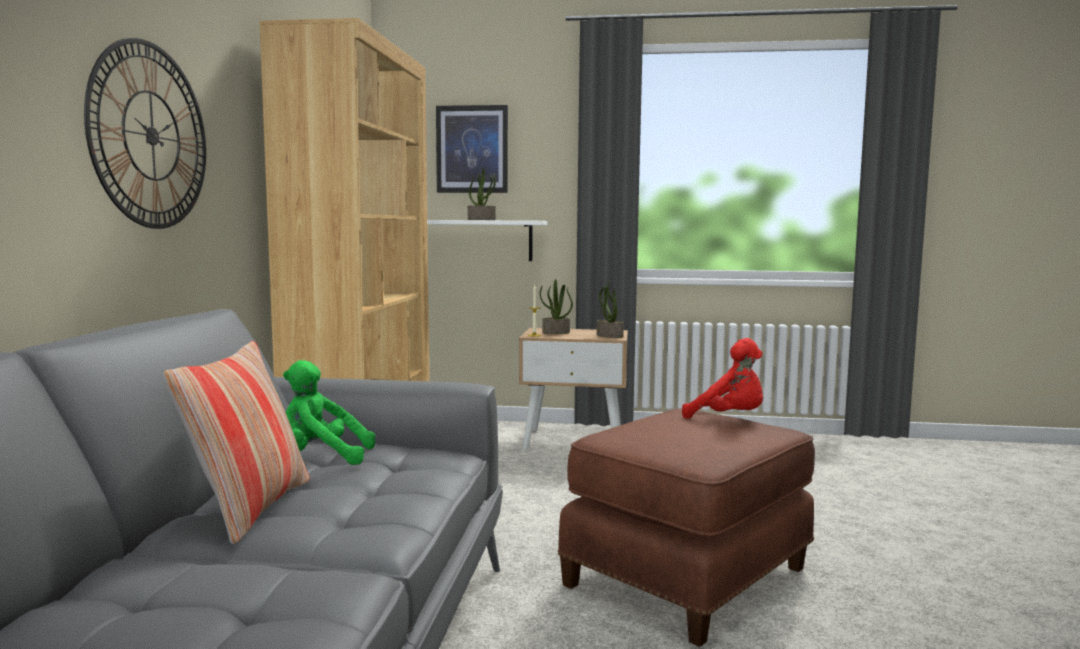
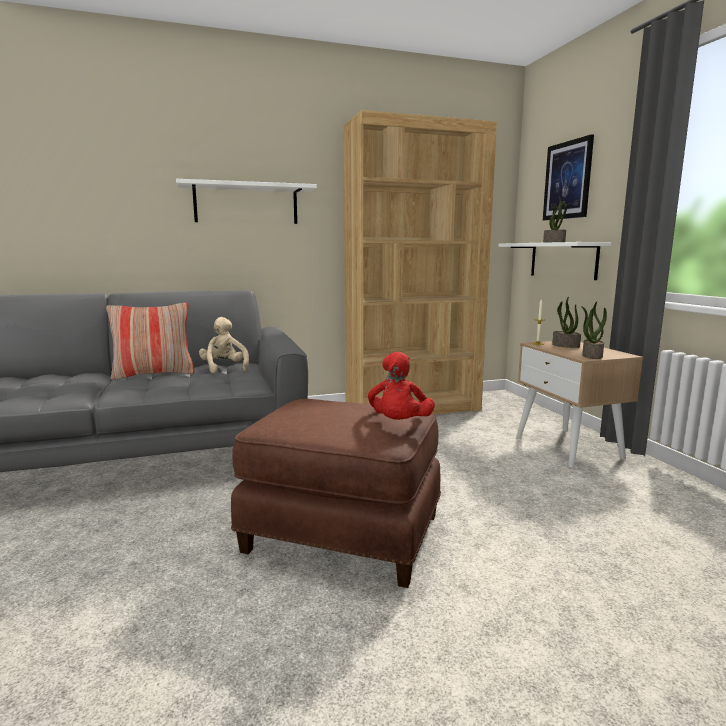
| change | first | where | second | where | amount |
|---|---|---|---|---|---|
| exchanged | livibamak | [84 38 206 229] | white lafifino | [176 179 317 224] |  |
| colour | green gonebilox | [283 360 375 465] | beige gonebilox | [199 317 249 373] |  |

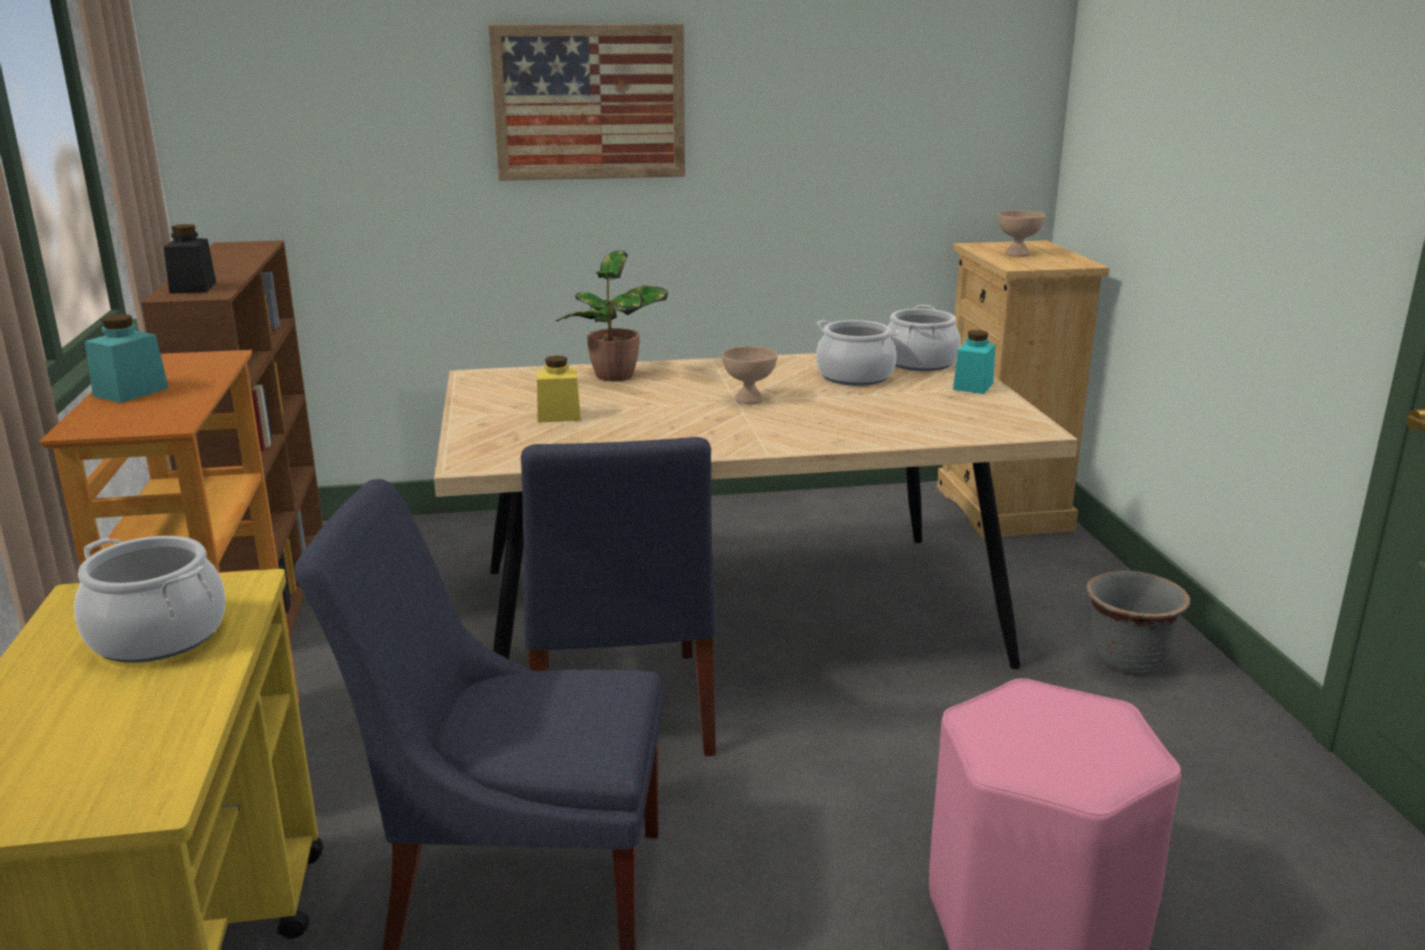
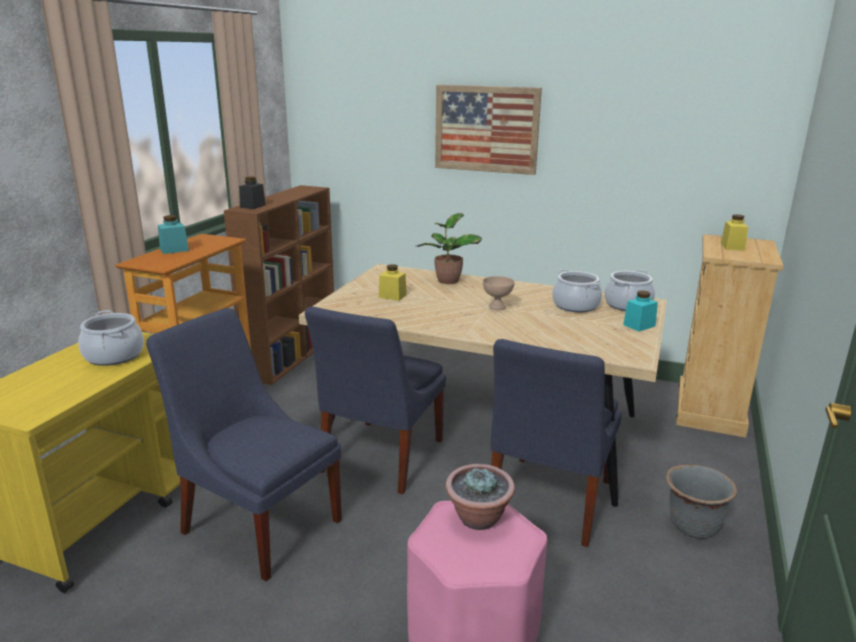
| change | first | where | second | where | amount |
|---|---|---|---|---|---|
| appeared |  |  | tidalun | [446 464 515 530] |  |
| appeared |  |  | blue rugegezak | [491 339 622 547] |  |
| exchanged | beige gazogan | [998 210 1045 257] | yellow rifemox | [721 214 748 251] |  |

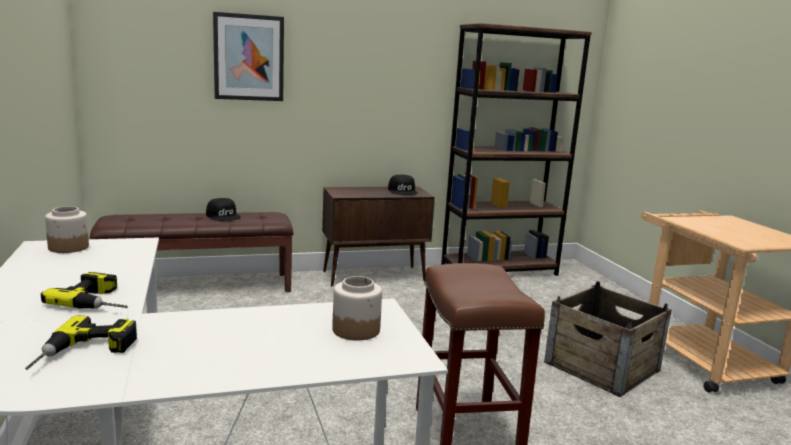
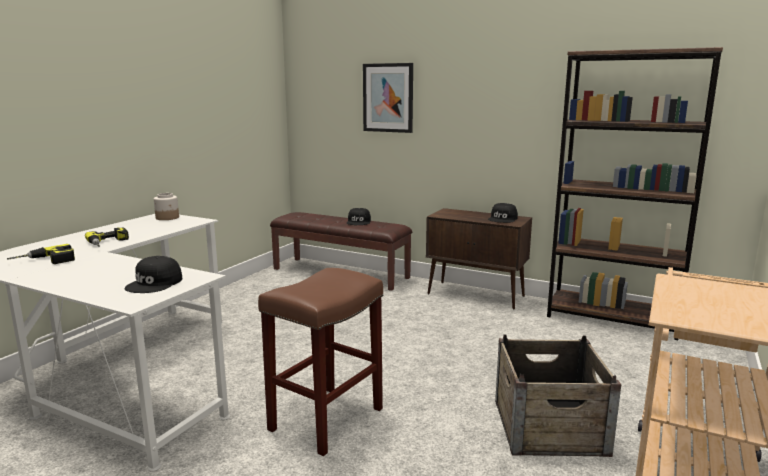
| change | first | where | second | where | amount |
|---|---|---|---|---|---|
| exchanged | rifemox | [332 276 382 341] | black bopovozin | [124 256 182 293] |  |

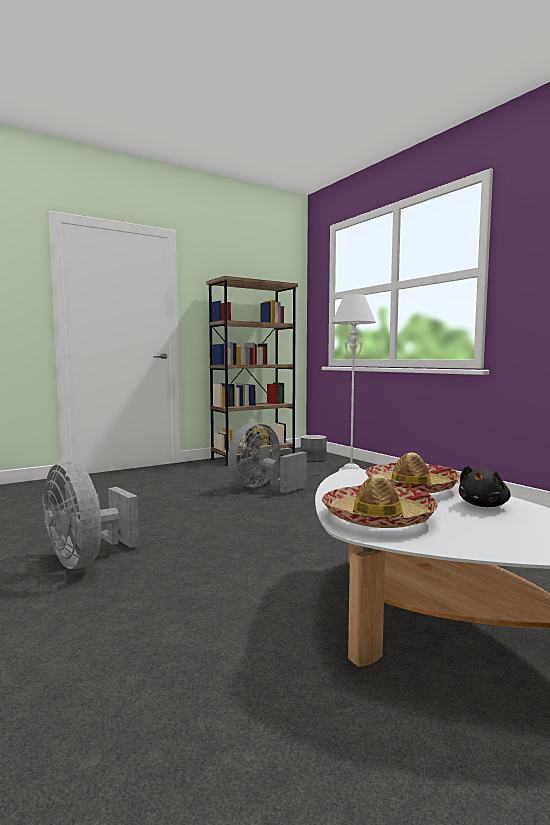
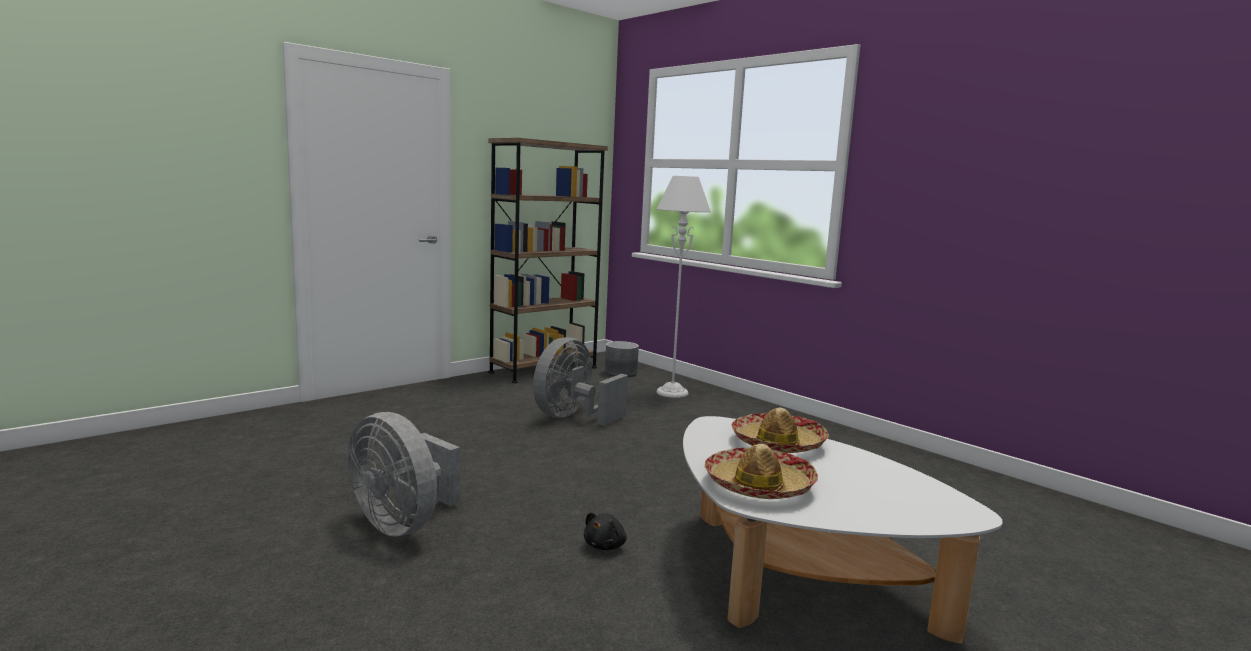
| change | first | where | second | where | amount |
|---|---|---|---|---|---|
| relocated | black gonebilox | [459 466 511 507] |  | [583 512 627 550] |  |

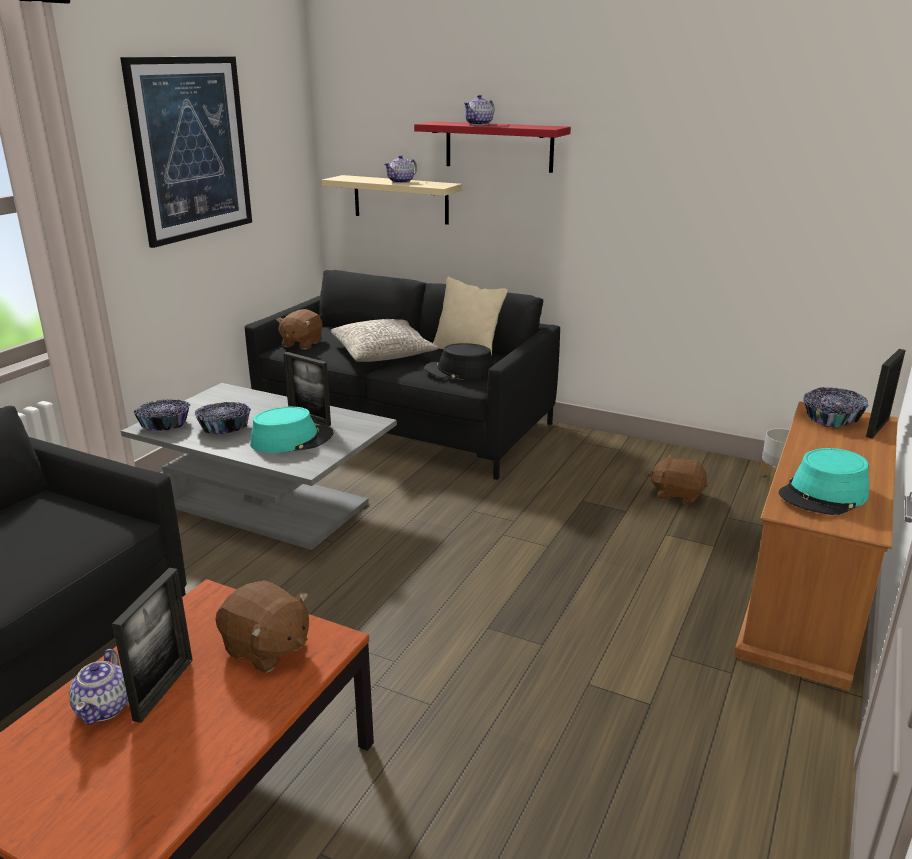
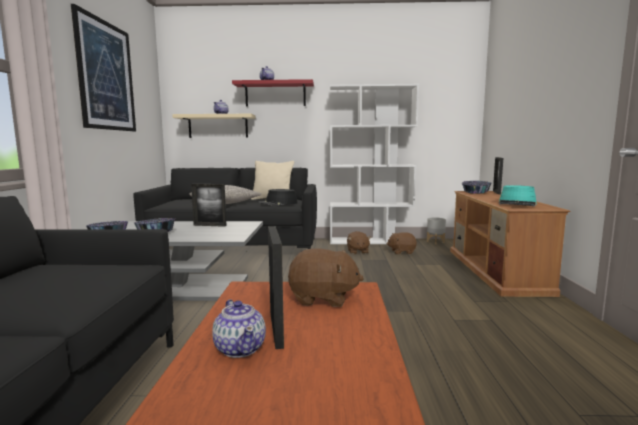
| change | first | where | second | where | amount |
|---|---|---|---|---|---|
| missing | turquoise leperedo | [250 406 333 453] |  |  |  |
| appeared |  |  | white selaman | [330 84 419 244] |  |
| relocated | brown gonebilox | [276 309 323 349] |  | [347 231 371 254] |  |

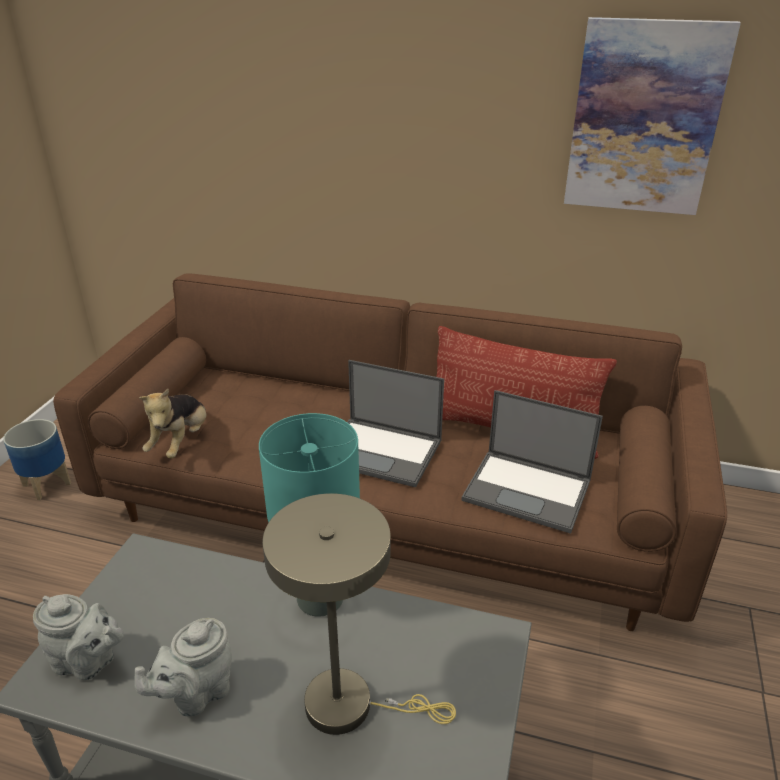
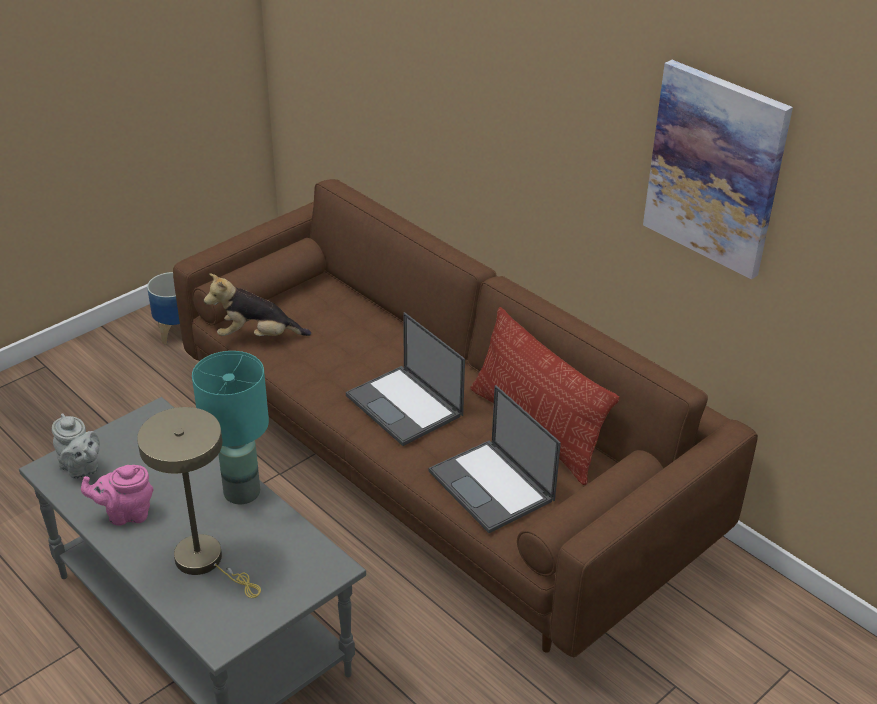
| change | first | where | second | where | amount |
|---|---|---|---|---|---|
| colour | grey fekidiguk | [134 618 232 717] | pink fekidiguk | [81 465 154 526] |  |
| spun | gonebilox | [139 389 207 458] |  | [204 273 311 336] | 45 degrees clockwise |

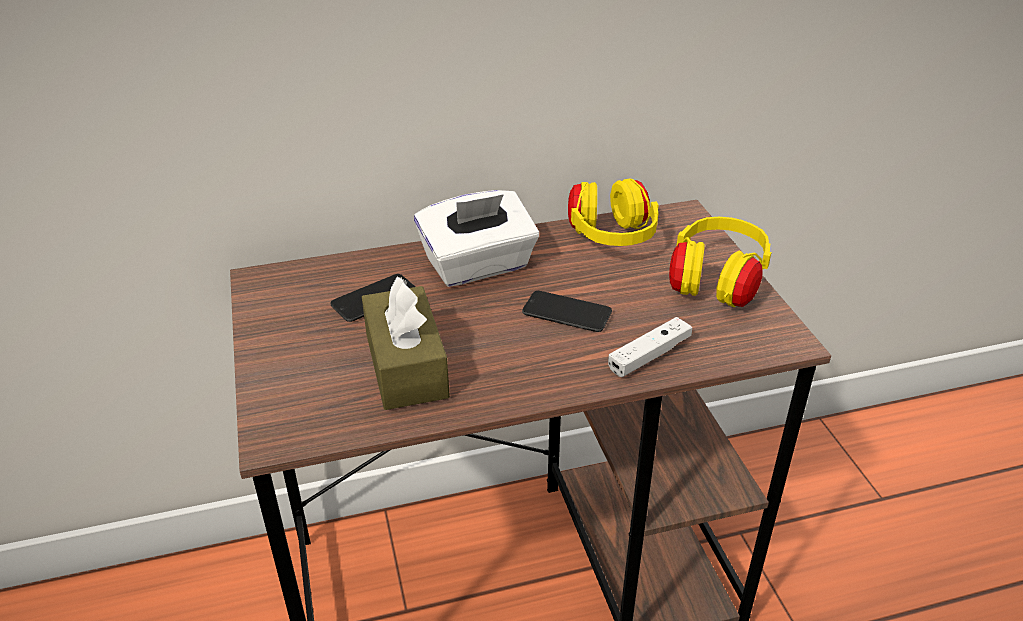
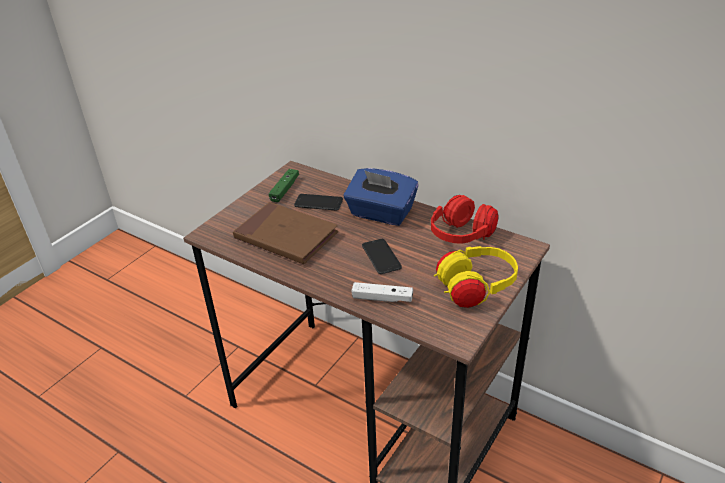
| change | first | where | second | where | amount |
|---|---|---|---|---|---|
| appeared |  |  | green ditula | [269 169 299 202] |  |
| exchanged | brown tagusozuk | [362 277 450 410] | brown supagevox | [233 202 338 264] |  |
| colour | white tagusozuk | [414 190 539 287] | blue tagusozuk | [344 168 418 226] |  |
| colour | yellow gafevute | [568 178 659 246] | red gafevute | [431 195 498 244] |  |

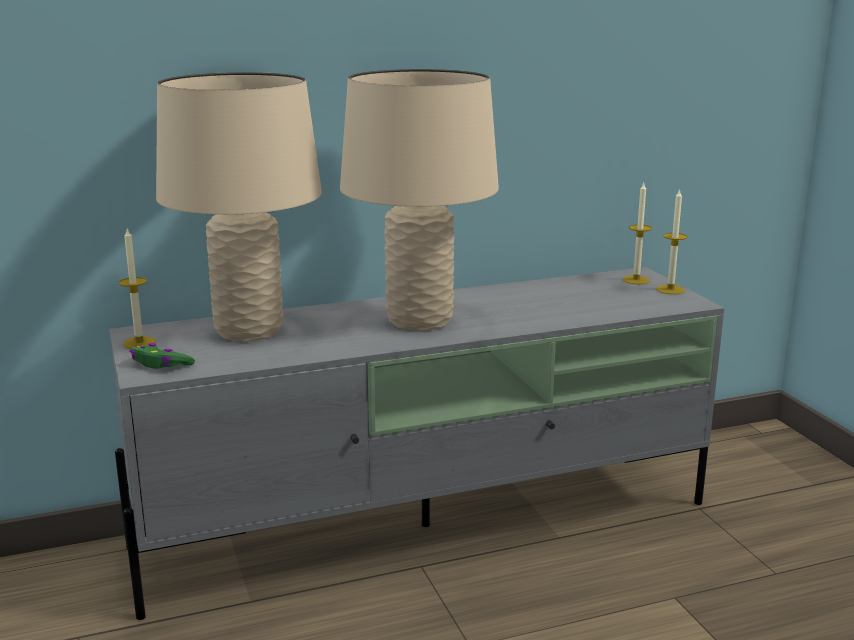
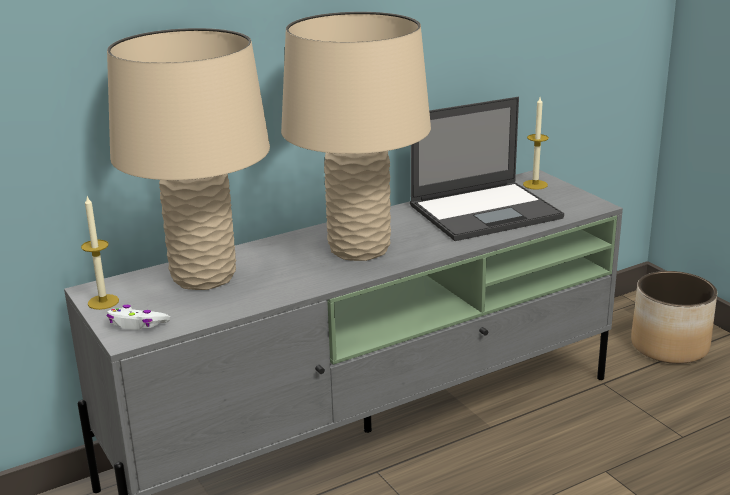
| change | first | where | second | where | amount |
|---|---|---|---|---|---|
| missing | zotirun | [657 189 688 294] |  |  |  |
| appeared |  |  | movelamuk | [410 97 564 241] |  |
| appeared |  |  | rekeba | [631 271 717 364] |  |
| colour | green ditula | [129 343 195 369] | white ditula | [106 305 170 330] |  |

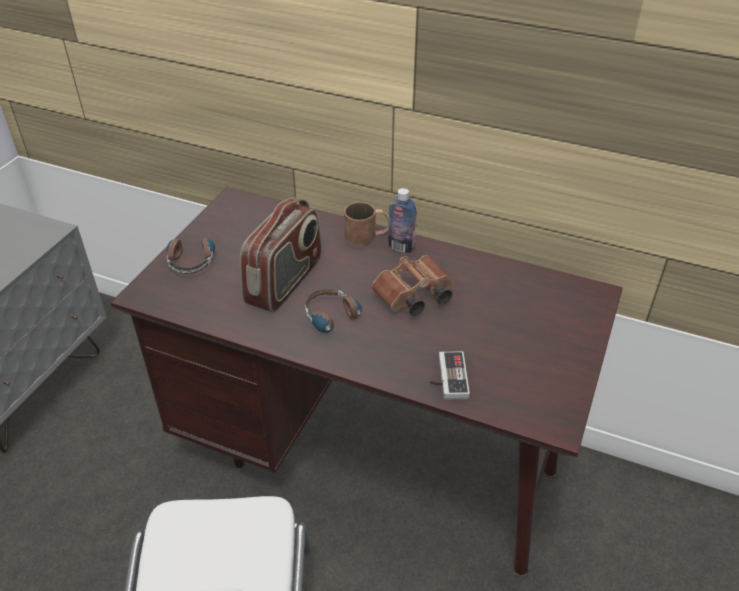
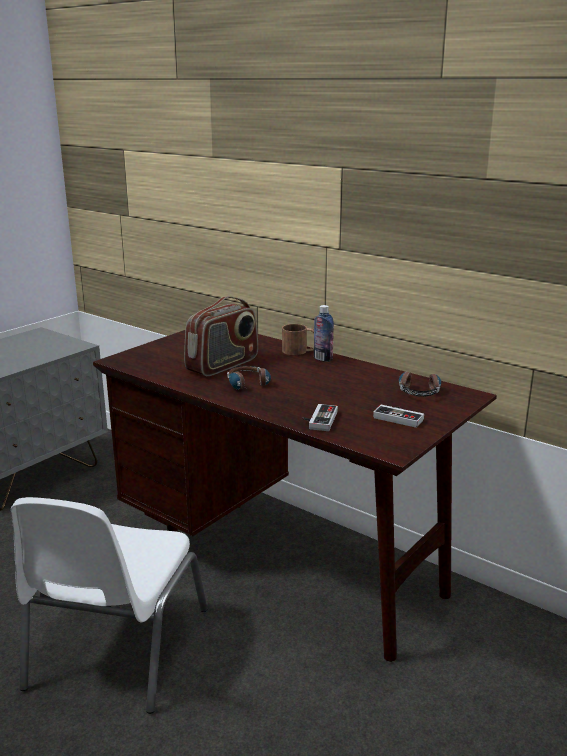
| change | first | where | second | where | amount |
|---|---|---|---|---|---|
| missing | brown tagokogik | [372 255 454 316] |  |  |  |
| appeared |  |  | ditula | [373 405 424 428] |  |
| relocated | gafevute | [167 232 215 274] |  | [399 372 441 397] |  |

